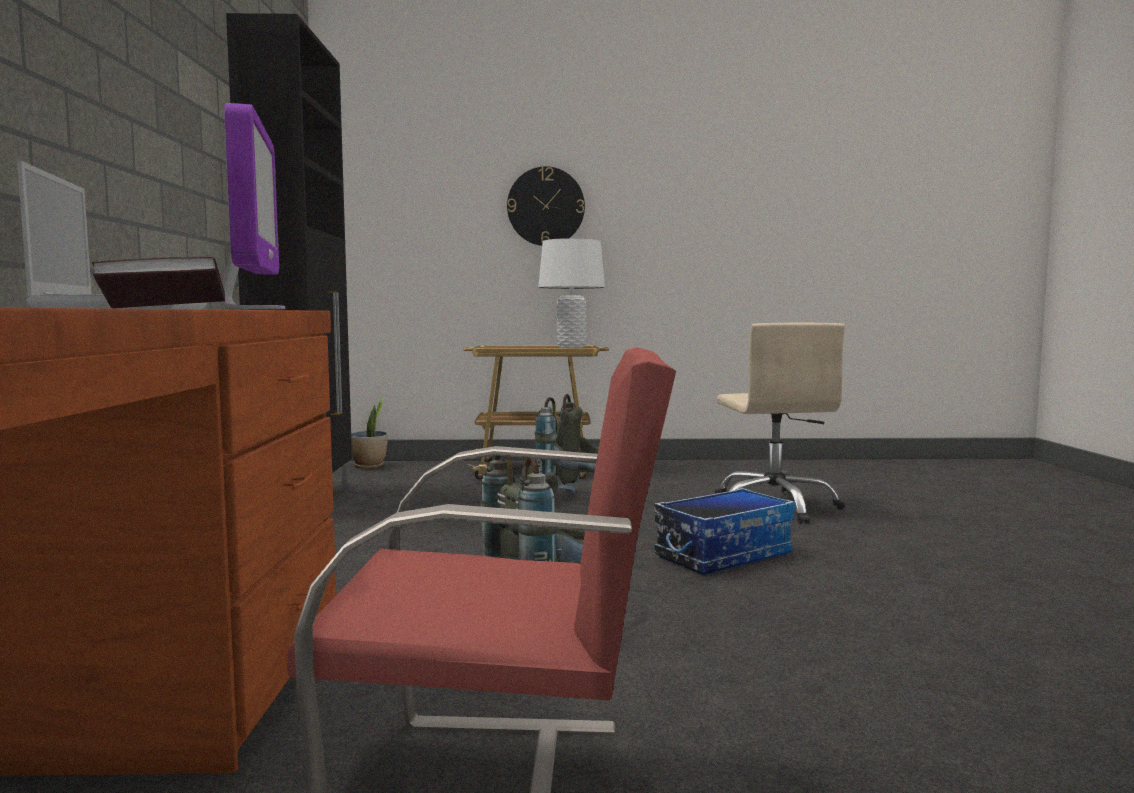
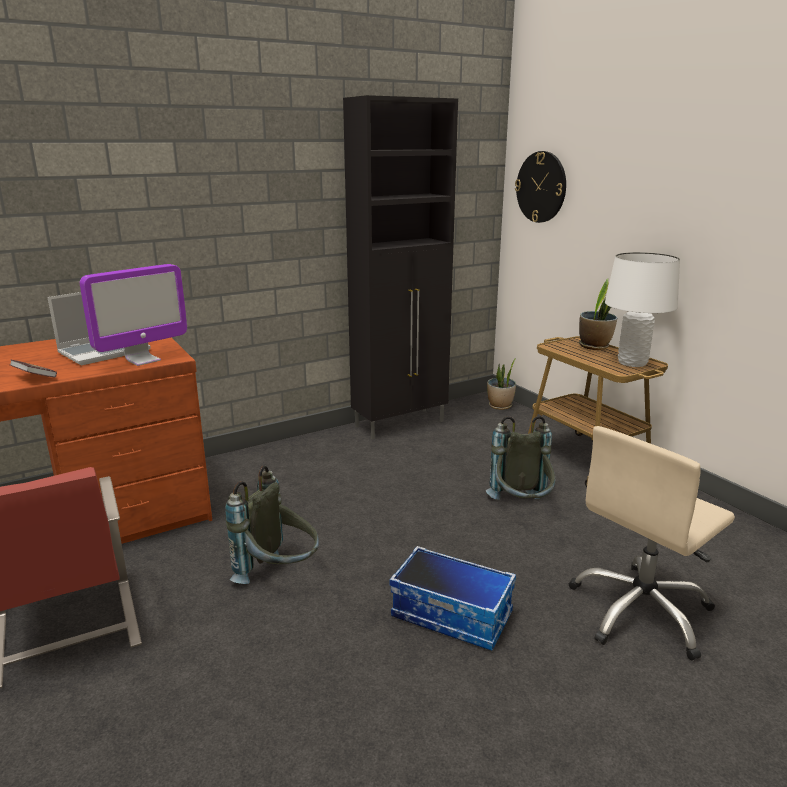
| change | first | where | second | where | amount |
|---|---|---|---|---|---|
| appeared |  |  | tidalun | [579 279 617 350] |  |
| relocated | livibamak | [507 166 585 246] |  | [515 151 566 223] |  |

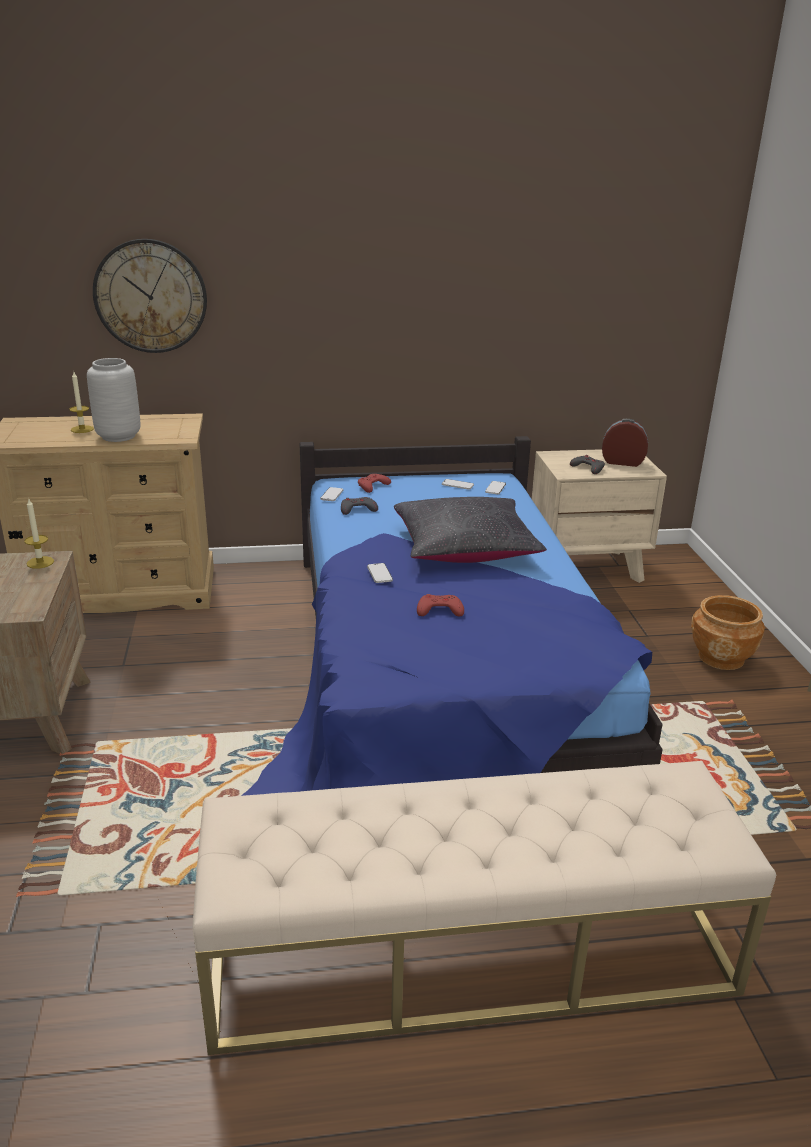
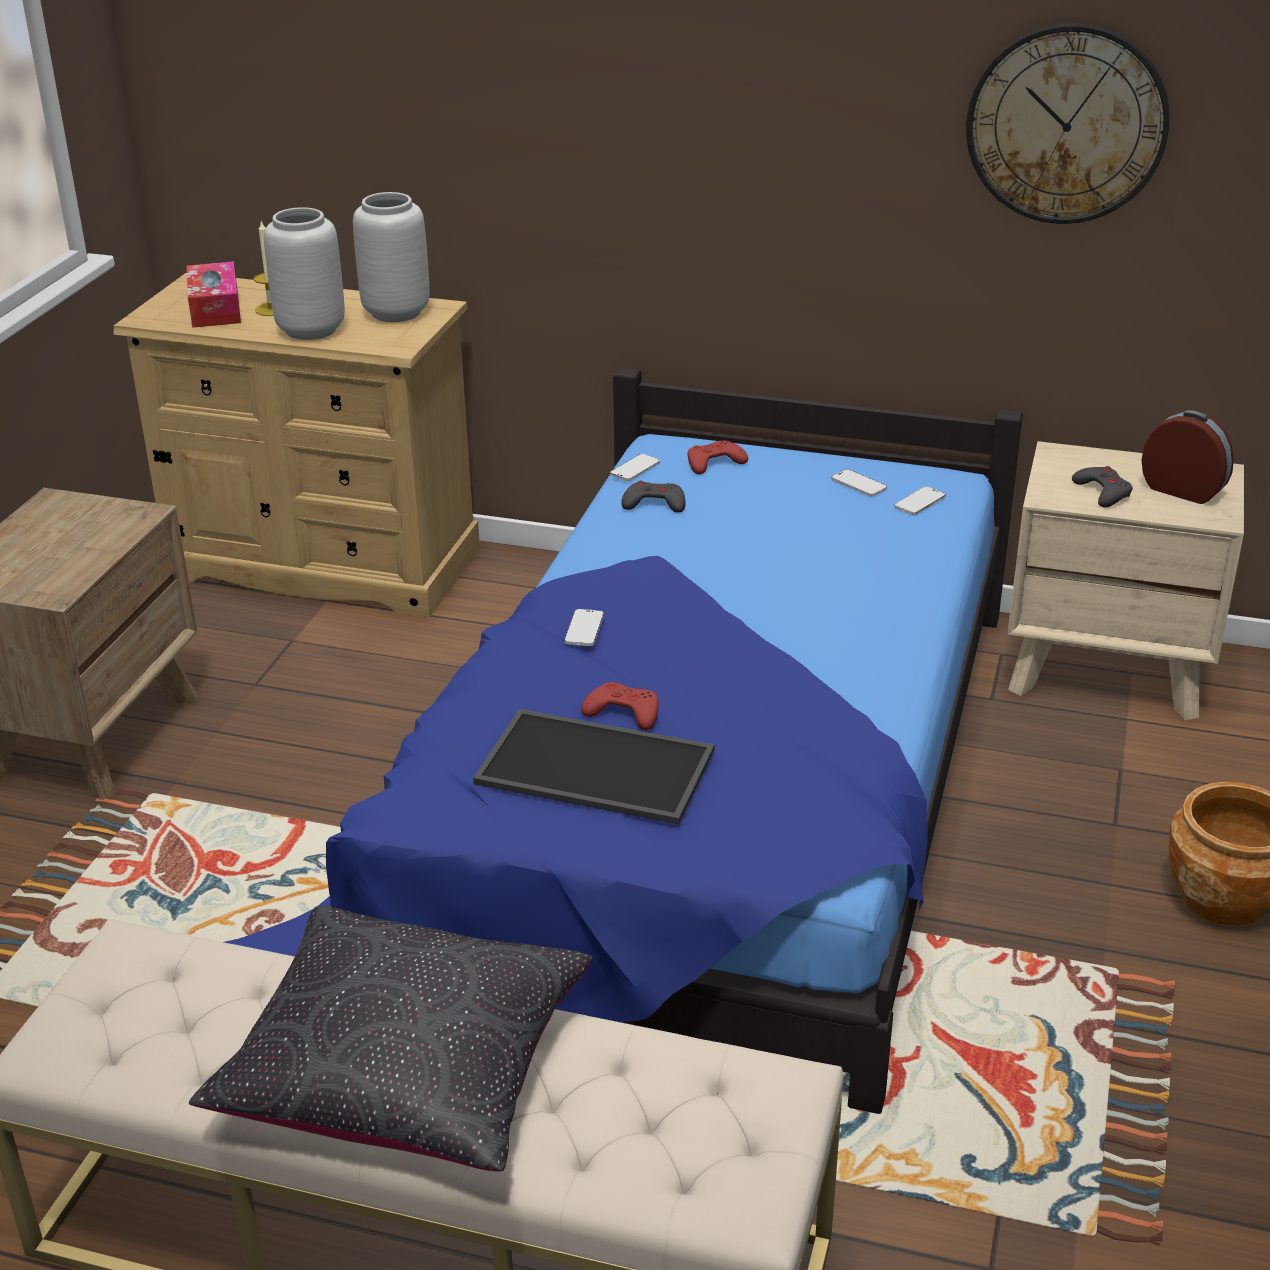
| change | first | where | second | where | amount |
|---|---|---|---|---|---|
| missing | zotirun | [24 499 54 569] |  |  |  |
| appeared |  |  | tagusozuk | [187 261 241 328] |  |
| appeared |  |  | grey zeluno | [353 192 430 322] |  |
| appeared |  |  | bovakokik | [473 709 715 825] |  |
| relocated | livibamak | [93 239 207 353] |  | [966 23 1170 224] |  |
| relocated | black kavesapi | [394 497 547 563] |  | [189 906 593 1172] |  |

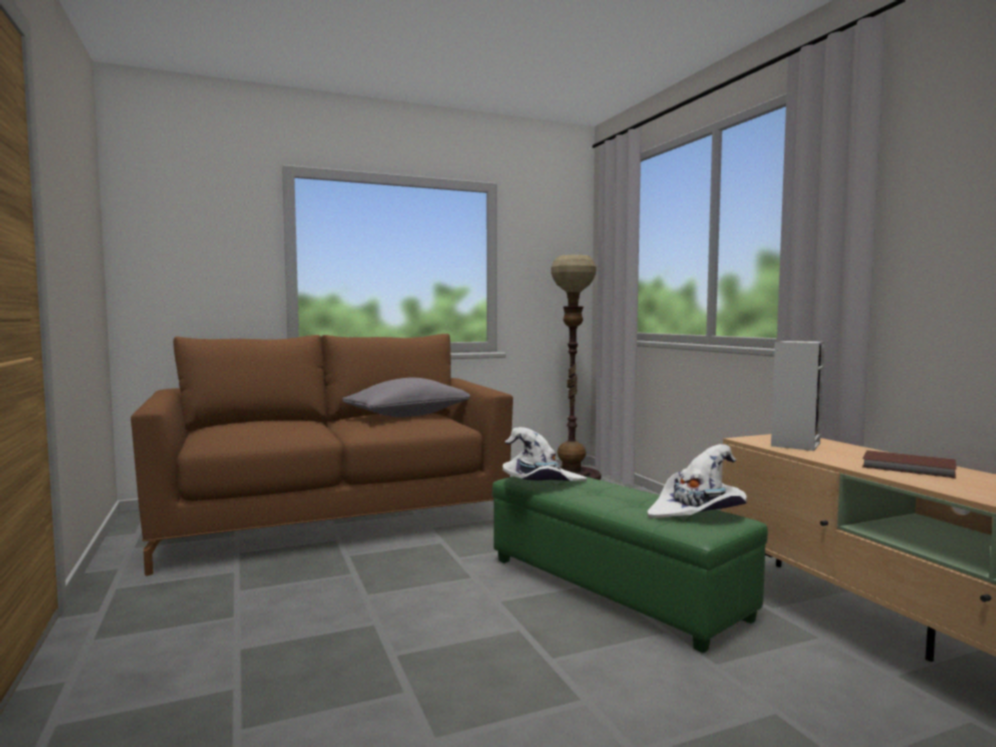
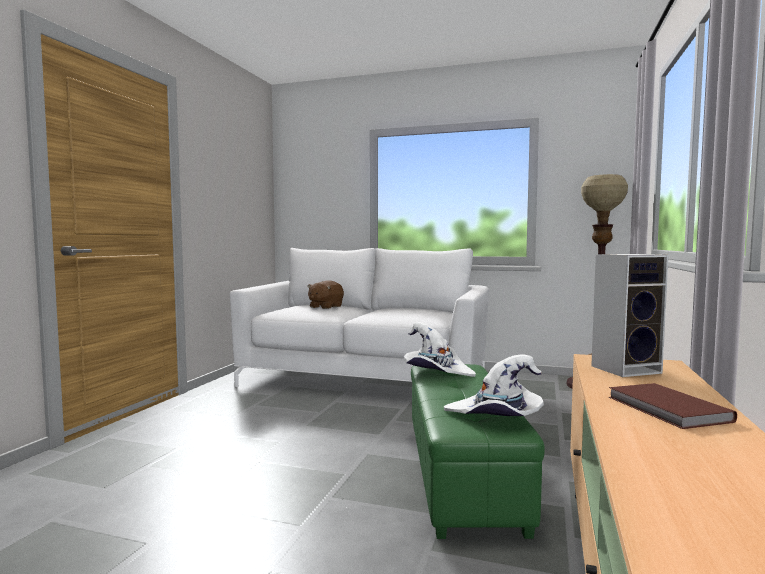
| change | first | where | second | where | amount |
|---|---|---|---|---|---|
| missing | grey kavesapi | [342 378 470 417] |  |  |  |
| appeared |  |  | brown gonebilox | [307 280 344 309] |  |
| colour | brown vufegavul | [131 334 513 576] | white vufegavul | [230 248 489 387] |  |

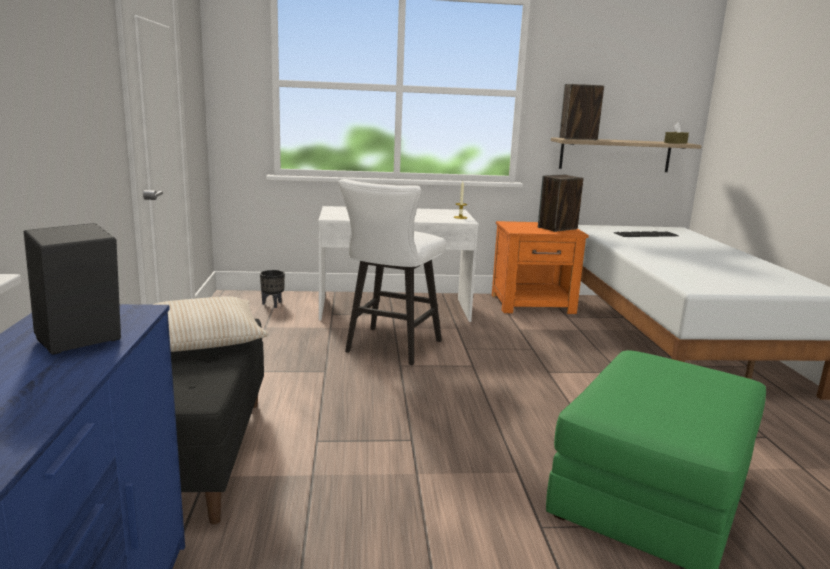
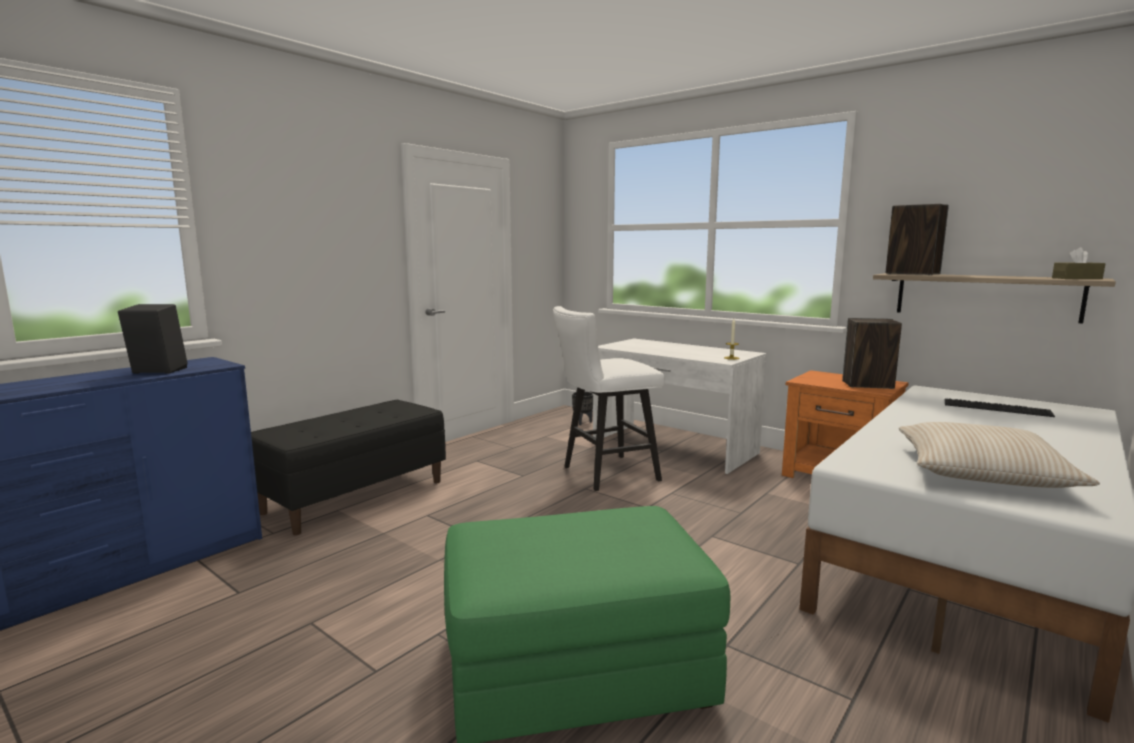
| change | first | where | second | where | amount |
|---|---|---|---|---|---|
| relocated | beige kavesapi | [152 296 269 352] |  | [899 422 1100 488] |  |

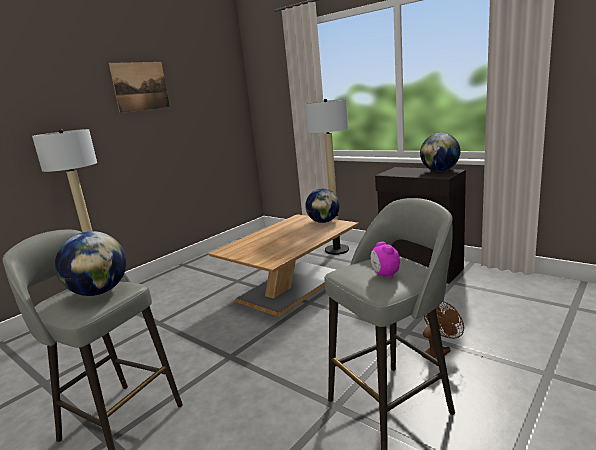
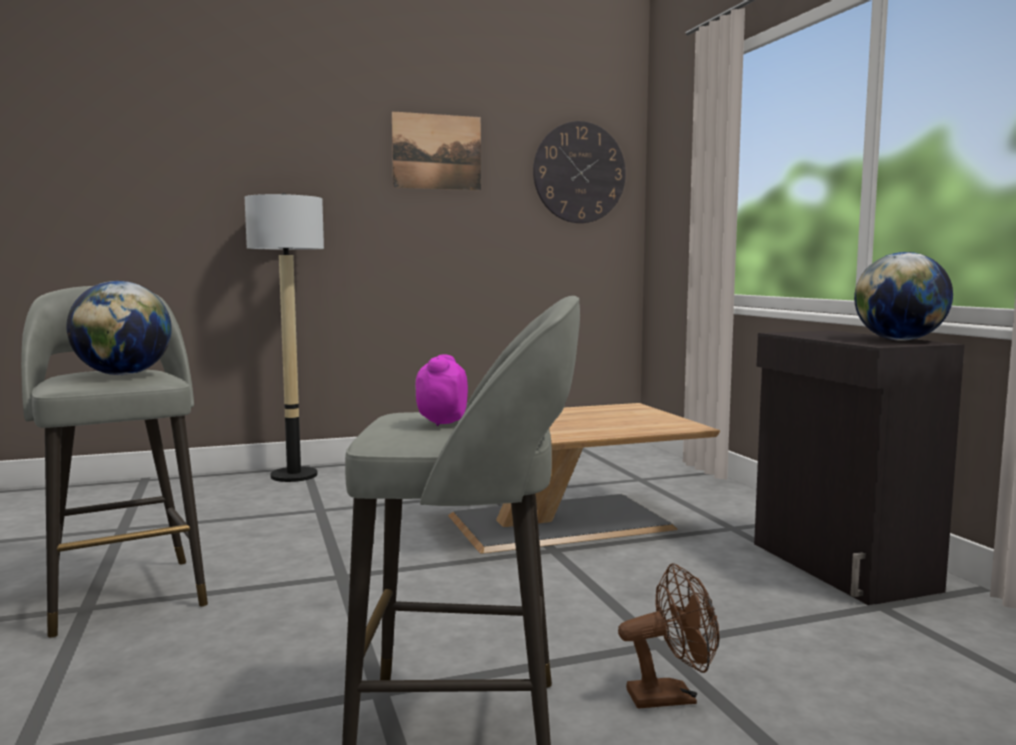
| change | first | where | second | where | amount |
|---|---|---|---|---|---|
| missing | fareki | [305 99 349 255] |  |  |  |
| missing | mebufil | [305 189 340 223] |  |  |  |
| appeared |  |  | livibamak | [533 121 626 223] |  |

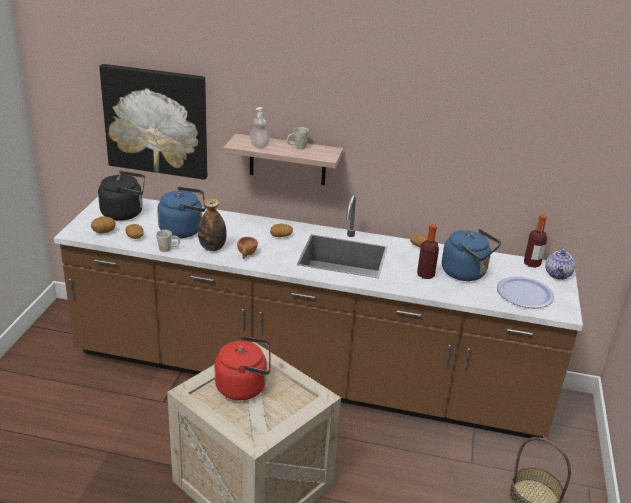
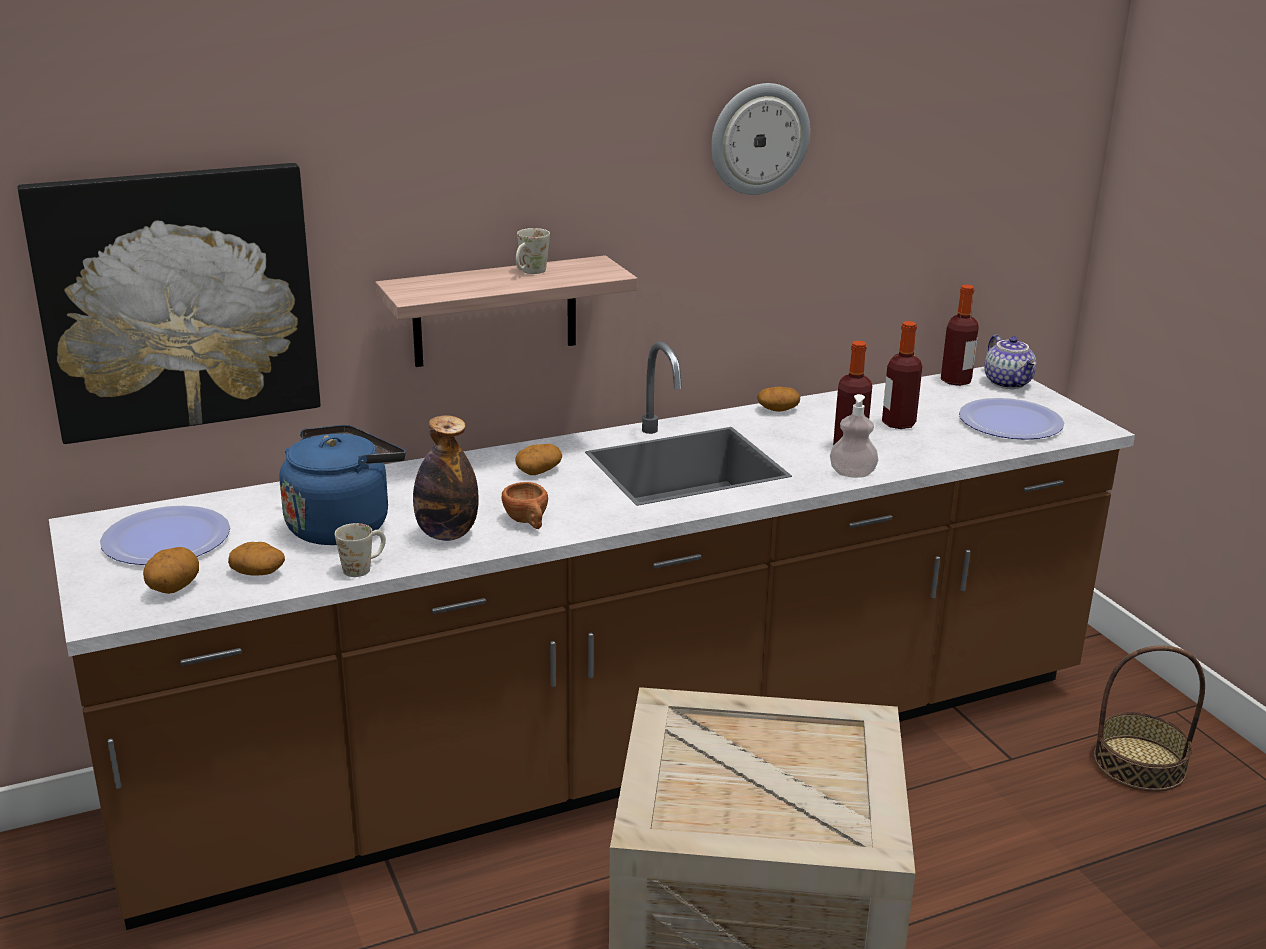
| change | first | where | second | where | amount |
|---|---|---|---|---|---|
| missing | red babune | [214 336 271 400] |  |  |  |
| appeared |  |  | livibamak | [711 83 810 195] |  |
| relocated | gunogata | [250 107 269 148] |  | [830 394 878 478] |  |
| exchanged | black babune | [98 171 145 221] | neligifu | [100 506 230 565] |  |
| exchanged | blue babune | [442 229 501 281] | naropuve | [882 321 922 429] |  |

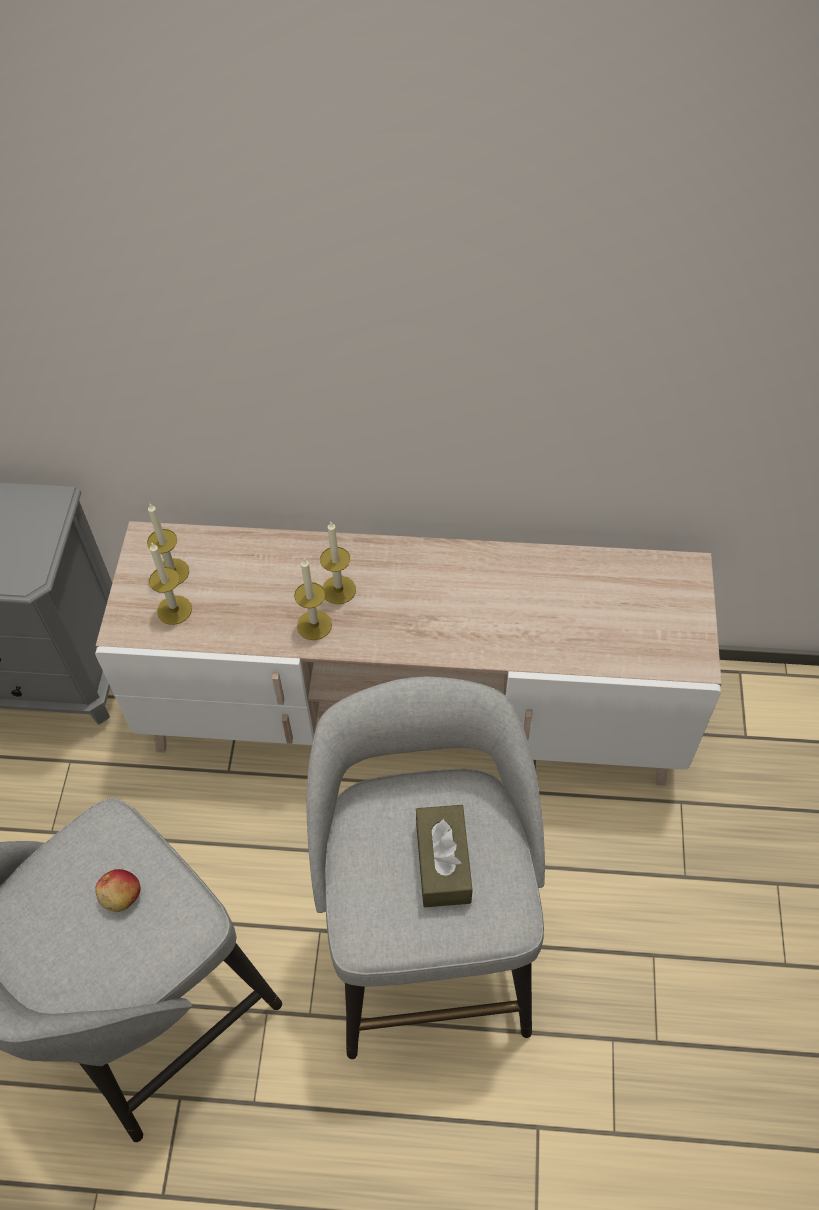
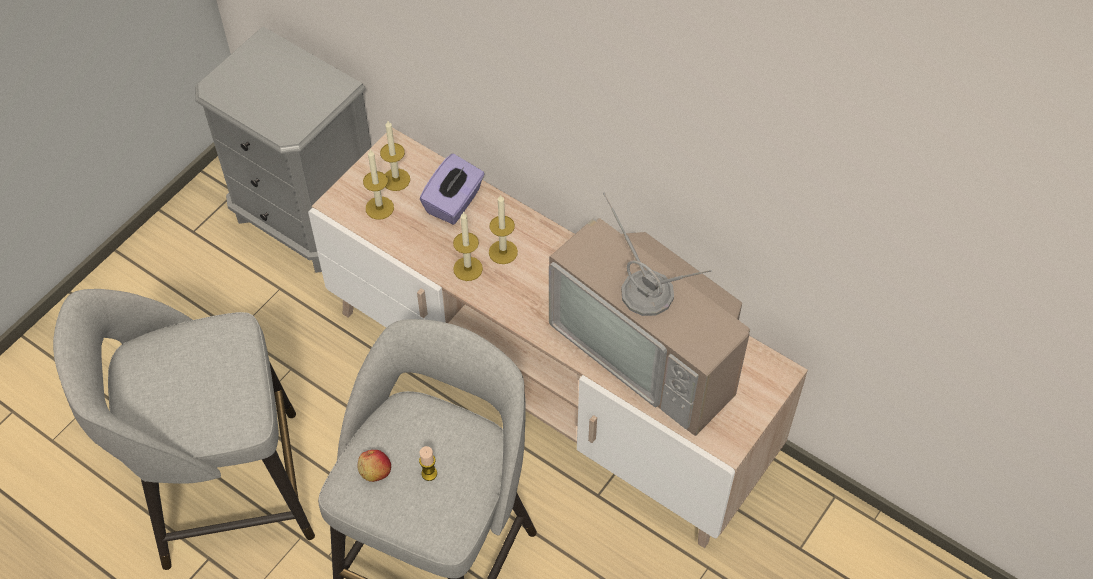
| change | first | where | second | where | amount |
|---|---|---|---|---|---|
| appeared |  |  | purple tagusozuk | [420 153 485 224] |  |
| appeared |  |  | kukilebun | [549 192 750 436] |  |
| relocated | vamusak | [95 869 141 912] |  | [357 450 391 482] |  |
| exchanged | brown tagusozuk | [416 805 473 907] | zotirun | [419 446 437 481] |  |

